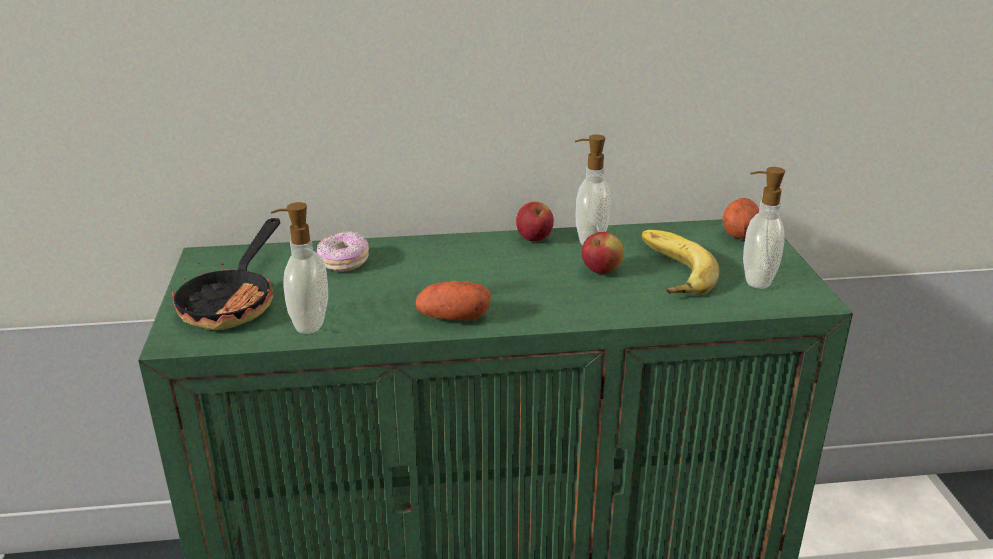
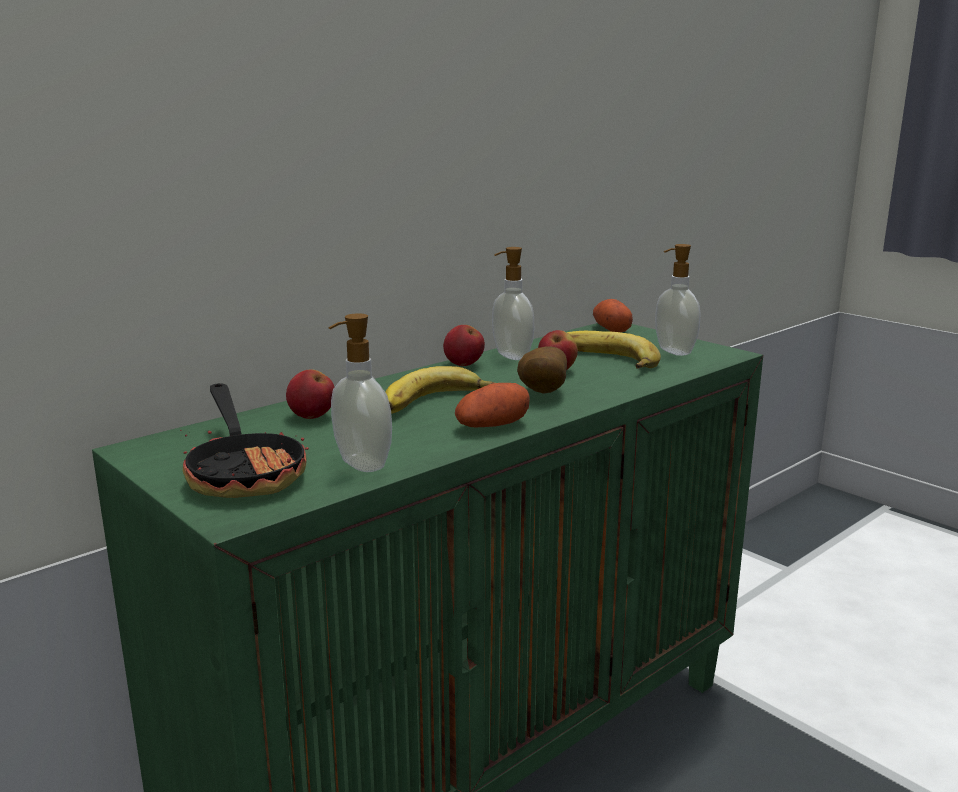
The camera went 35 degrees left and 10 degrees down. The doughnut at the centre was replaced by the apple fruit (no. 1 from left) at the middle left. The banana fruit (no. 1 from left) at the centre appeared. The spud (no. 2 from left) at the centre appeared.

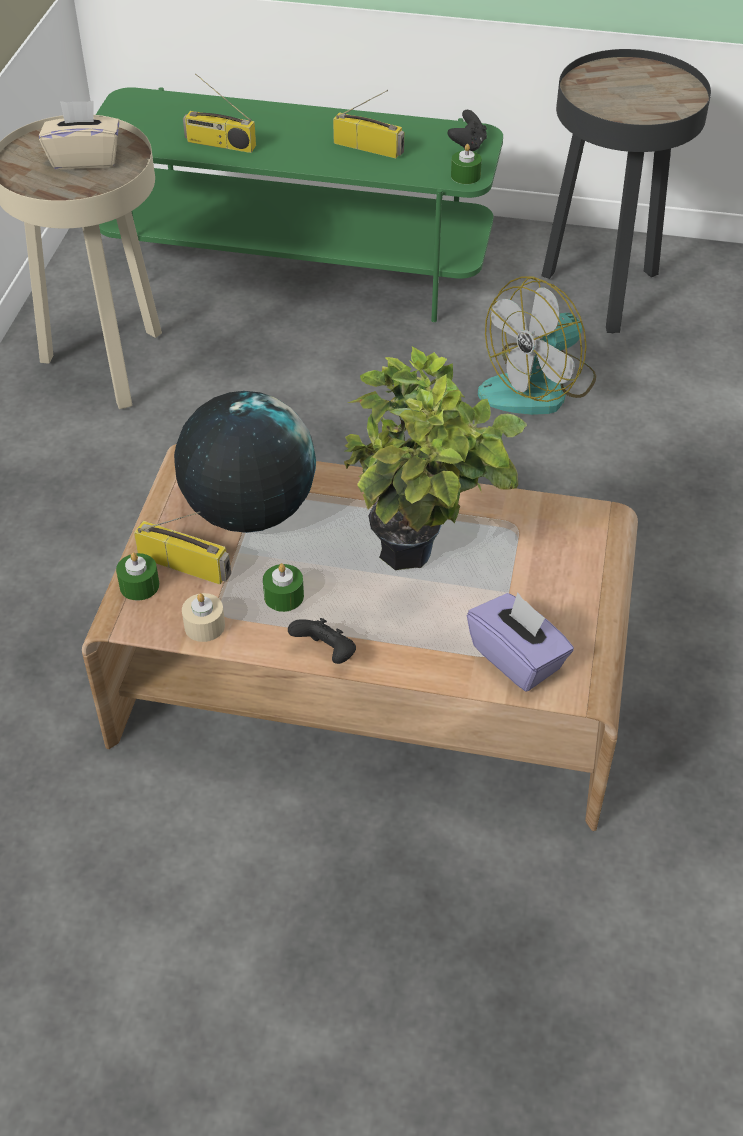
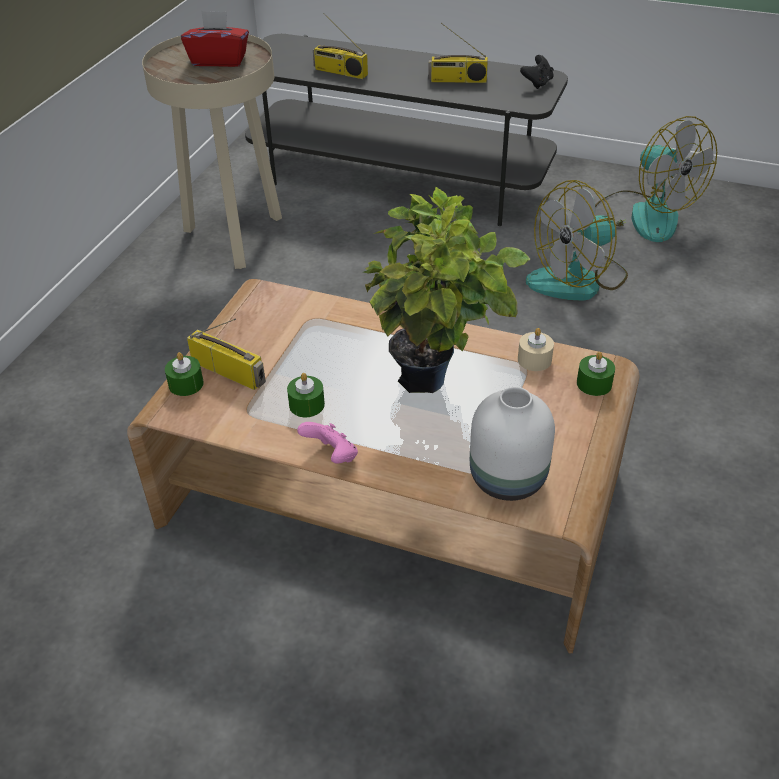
The camera went 10 degrees right and 5 degrees down. The box of tissues in beige at the top left became the box of tissues in red at the top left. The media console in green at the top centre became the media console in grey at the top centre. The globe at the middle left disappeared. The candle in beige moved from the middle left to the middle right. The game controller in black-coloured (no. 1 from left) at the centre became the game controller in pink at the centre. The radio receiver (no. 3 from left) at the top centre turned 150 degrees clockwise. The candle in green (no. 3 from left) moved from the top centre to the middle right. The box of tissues in purple-coloured at the middle right was replaced by the decorative vase in white at the centre. The end table in black-coloured at the top right was replaced by the electric fan (no. 2 from left) at the top right.

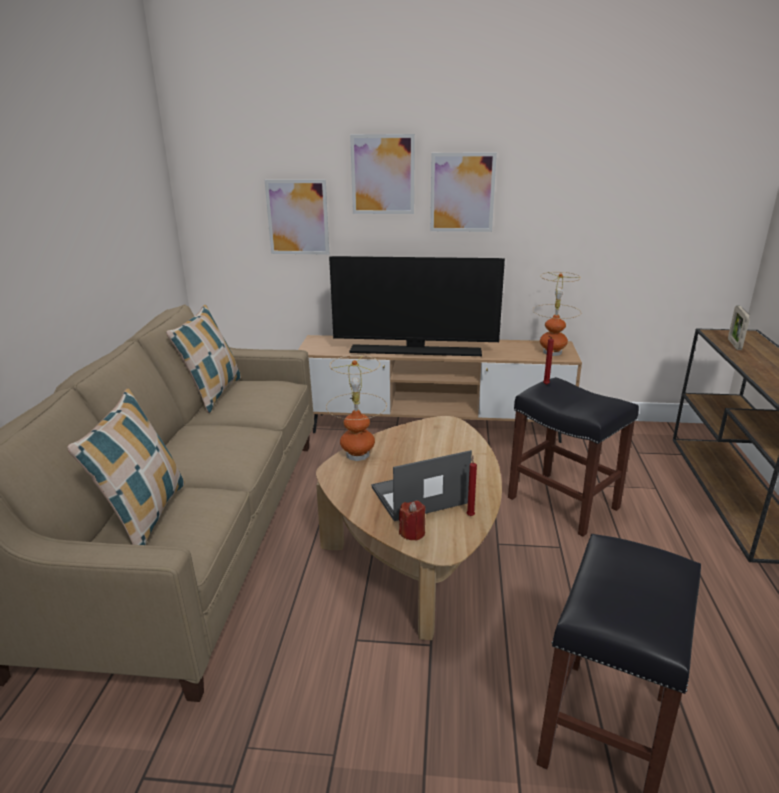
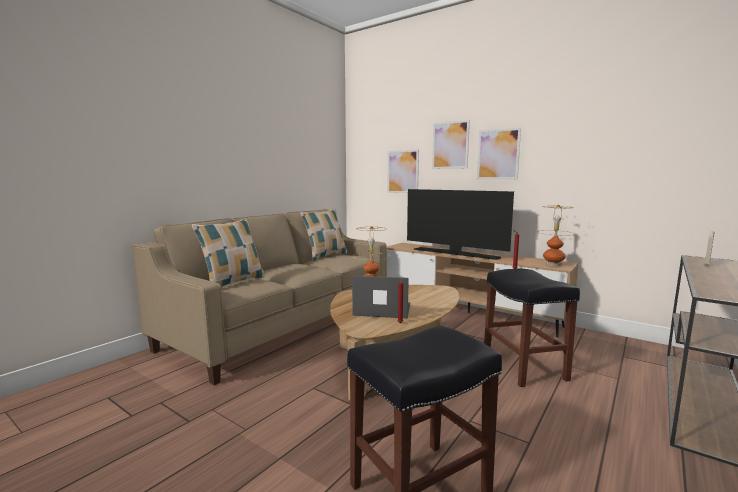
The camera went 30 degrees right and 15 degrees down. The candle in red (no. 1 from left) at the centre disappeared.

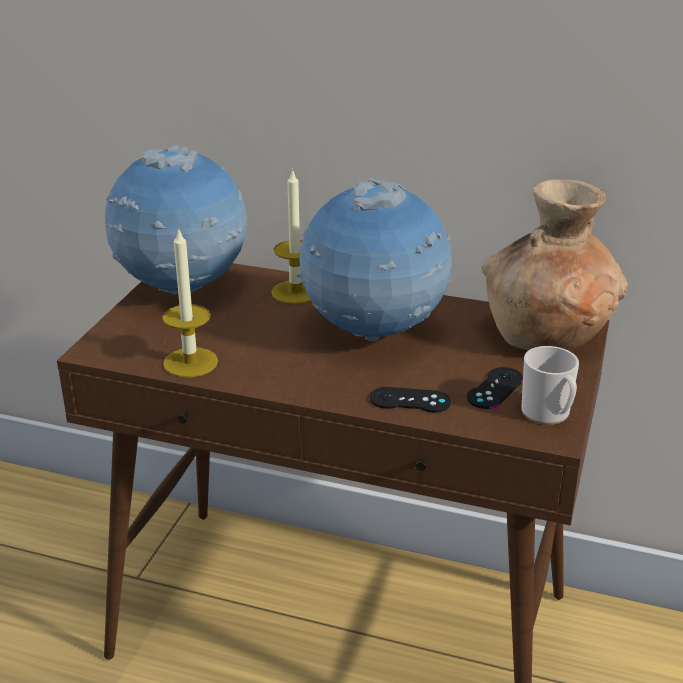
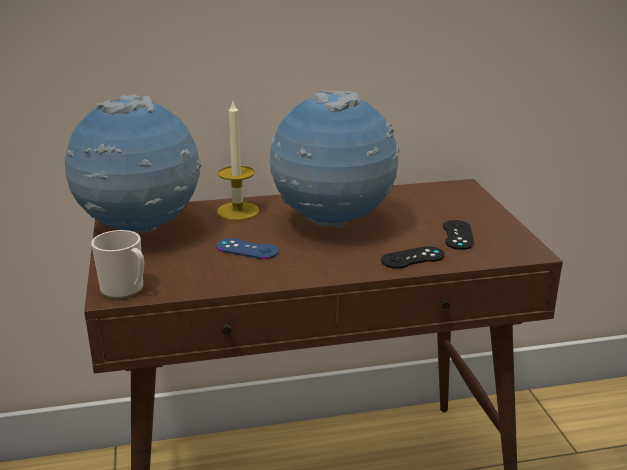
The camera went 30 degrees left and 5 degrees down. The candle (no. 1 from left) at the middle left disappeared. The decorative vase in brown-coloured at the middle right disappeared. The mug moved from the middle right to the middle left. The game controller in blue-coloured at the centre appeared.

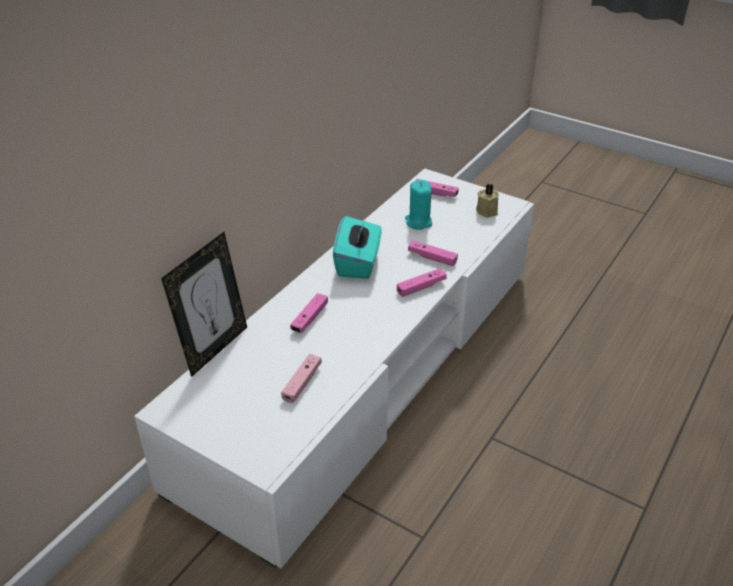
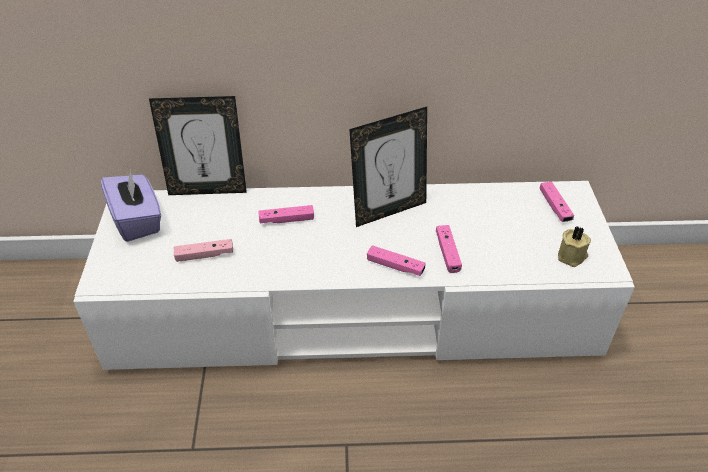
The camera went 55 degrees right and 5 degrees up. The box of tissues in turquoise-coloured at the centre was replaced by the photo frame (no. 2 from left) at the centre. The candle in turquoise-coloured at the centre disappeared. The box of tissues in purple-coloured at the middle left appeared.

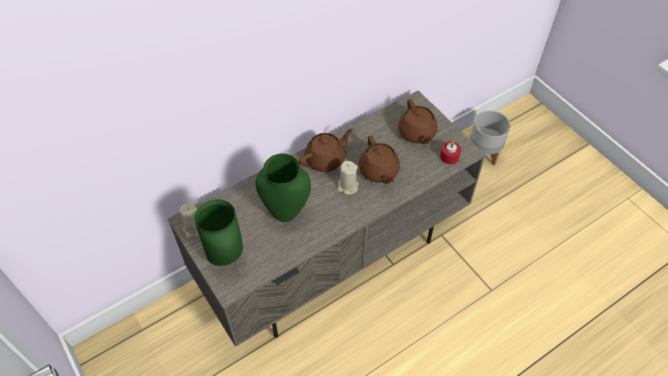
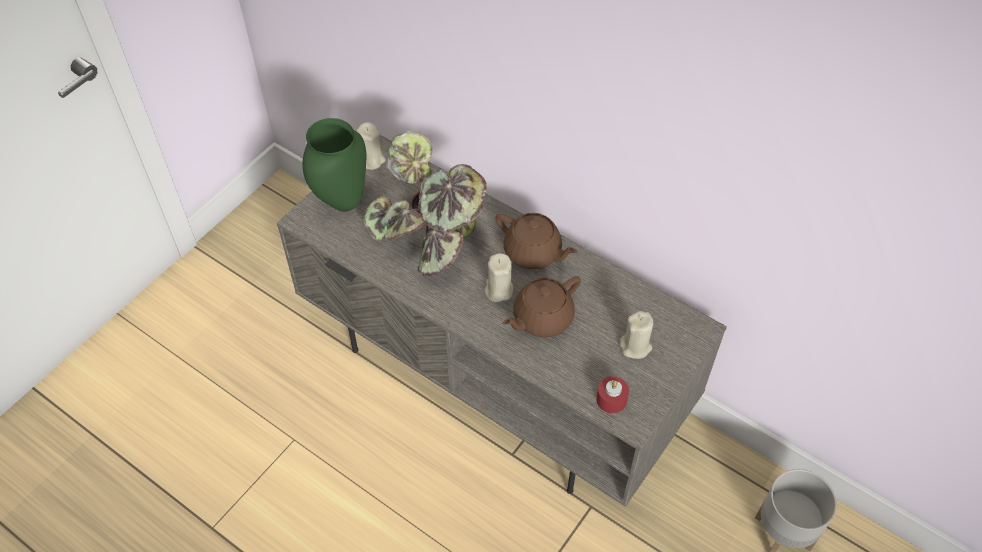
The camera went 70 degrees right and 0 degrees up. The decorative vase in green (no. 2 from left) at the centre was replaced by the potted plant at the centre. The tea pot in brown-coloured (no. 3 from left) at the top centre was replaced by the candle in beige (no. 3 from left) at the centre.

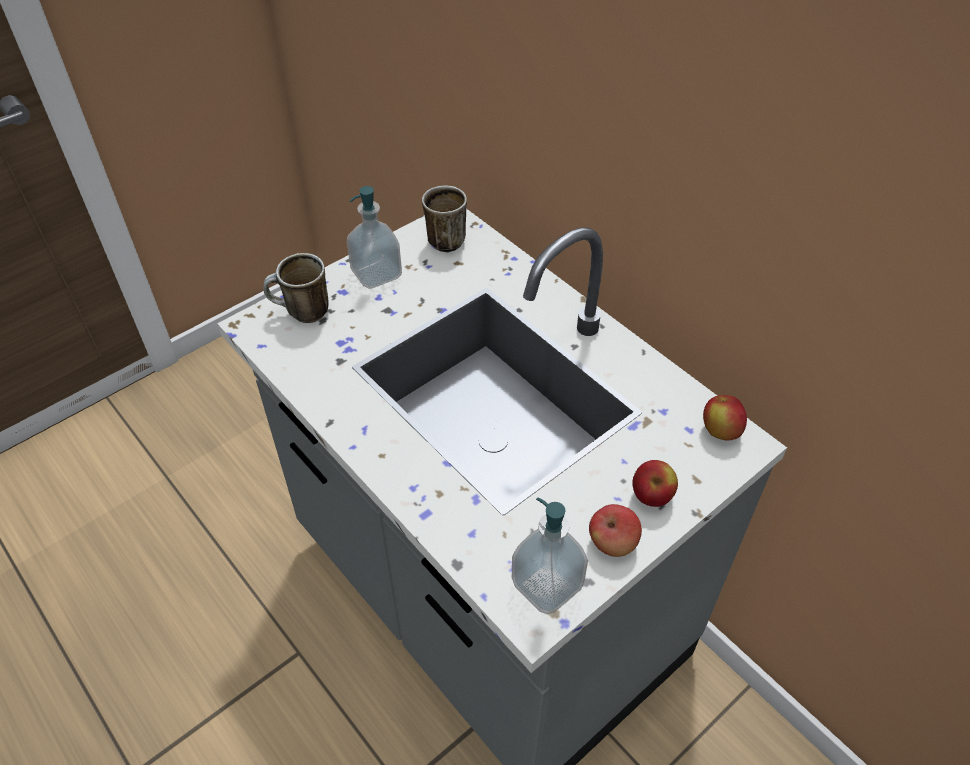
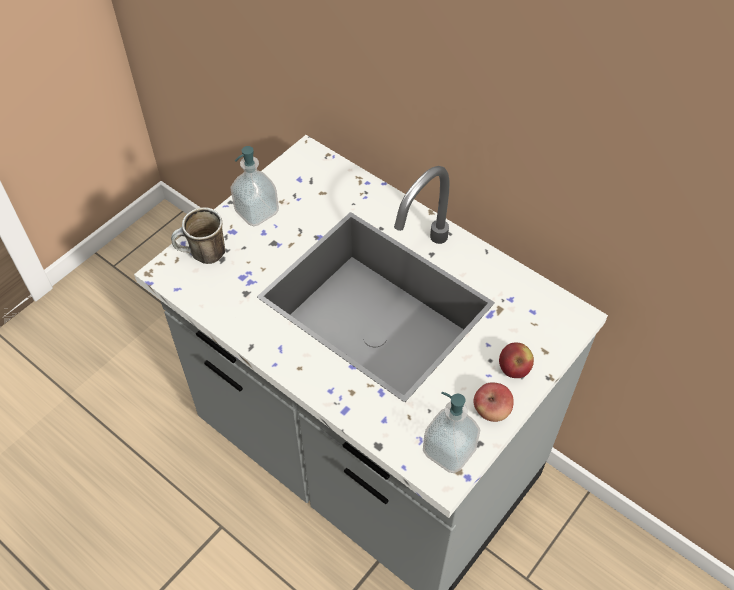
The camera went 10 degrees left and 5 degrees up. The mug (no. 2 from left) at the top centre disappeared. The apple fruit (no. 3 from left) at the middle right disappeared.

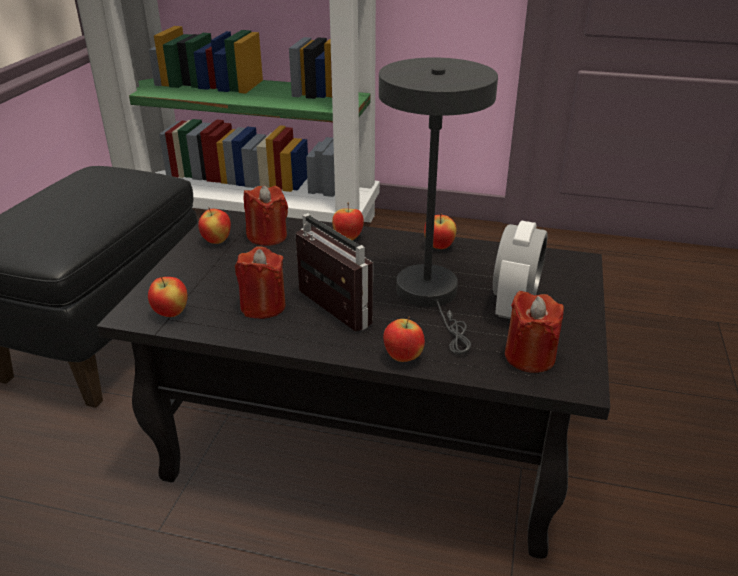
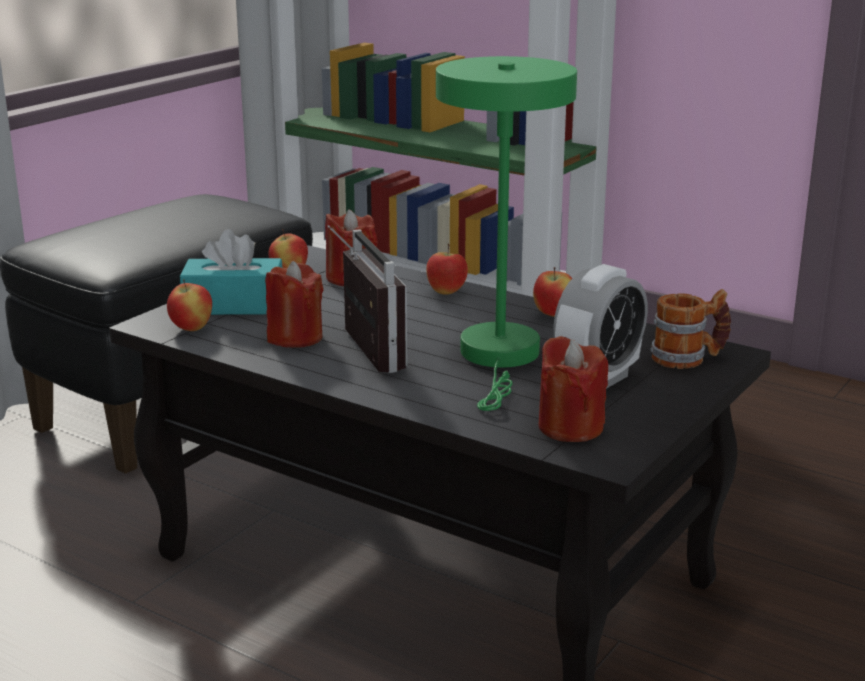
The camera went 20 degrees right and 10 degrees down. The table lamp in grey at the centre became the table lamp in green at the centre. The apple fruit (no. 4 from left) at the centre disappeared. The box of tissues in turquoise-coloured at the middle left appeared. The mug at the middle right appeared.

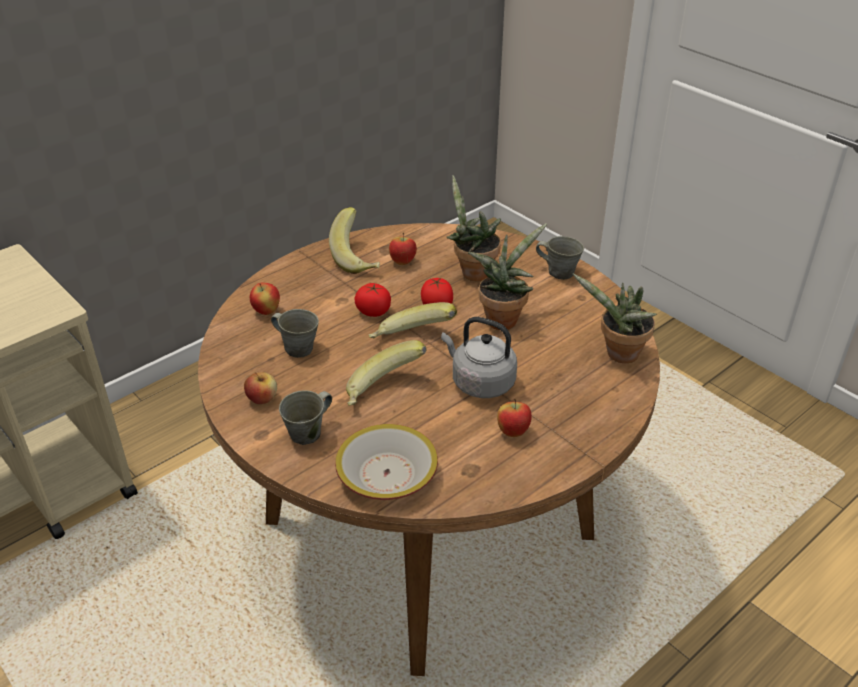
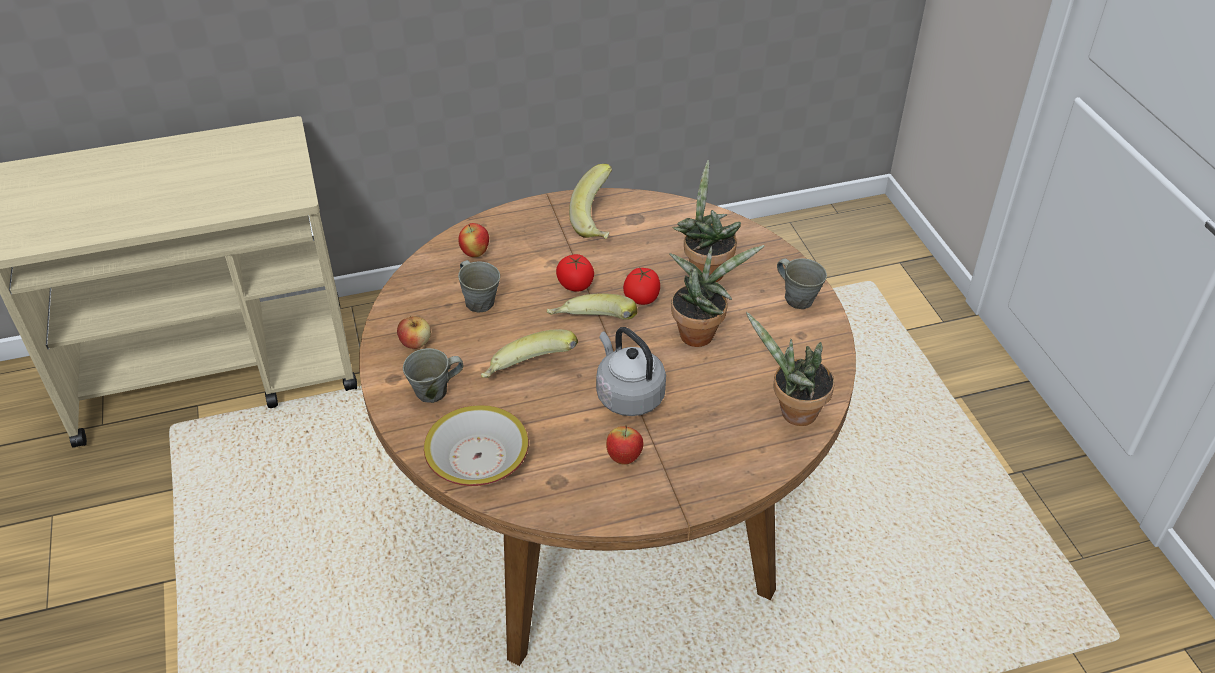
The camera went 25 degrees right and 5 degrees up. The apple fruit (no. 3 from left) at the centre disappeared.

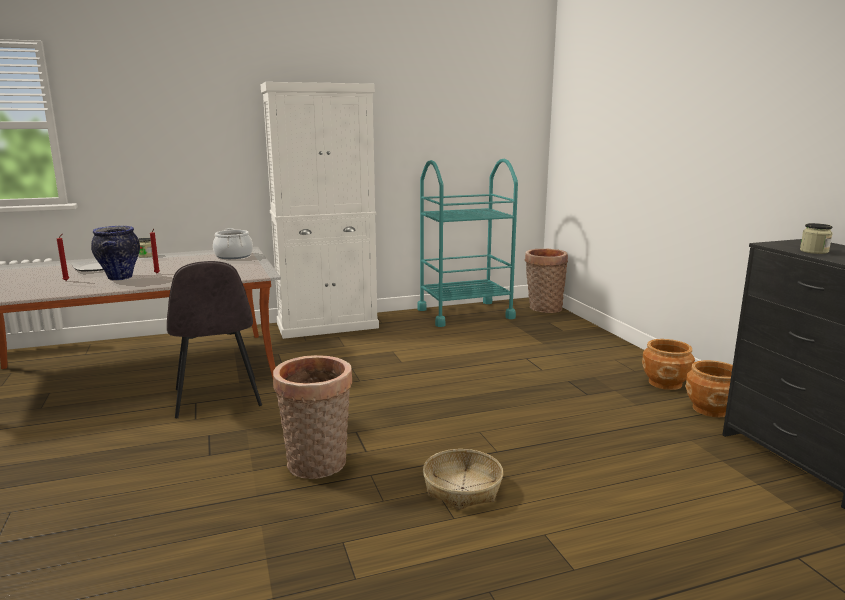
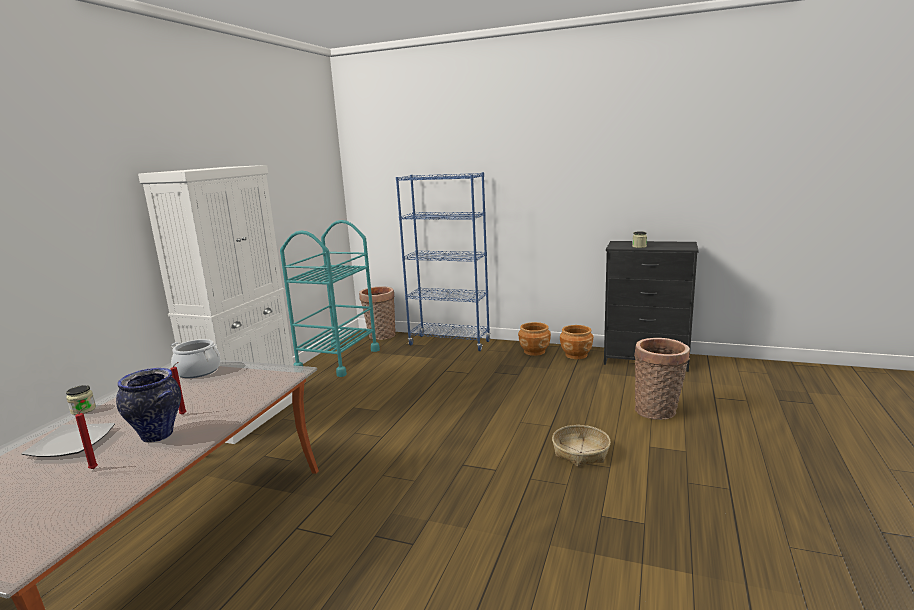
The camera went 50 degrees left and 0 degrees up. The plain chair in grey at the middle left disappeared. The basket (no. 1 from left in the first image) moved from the bottom centre to the middle right. The bookcase in blue-coloured at the centre appeared.

